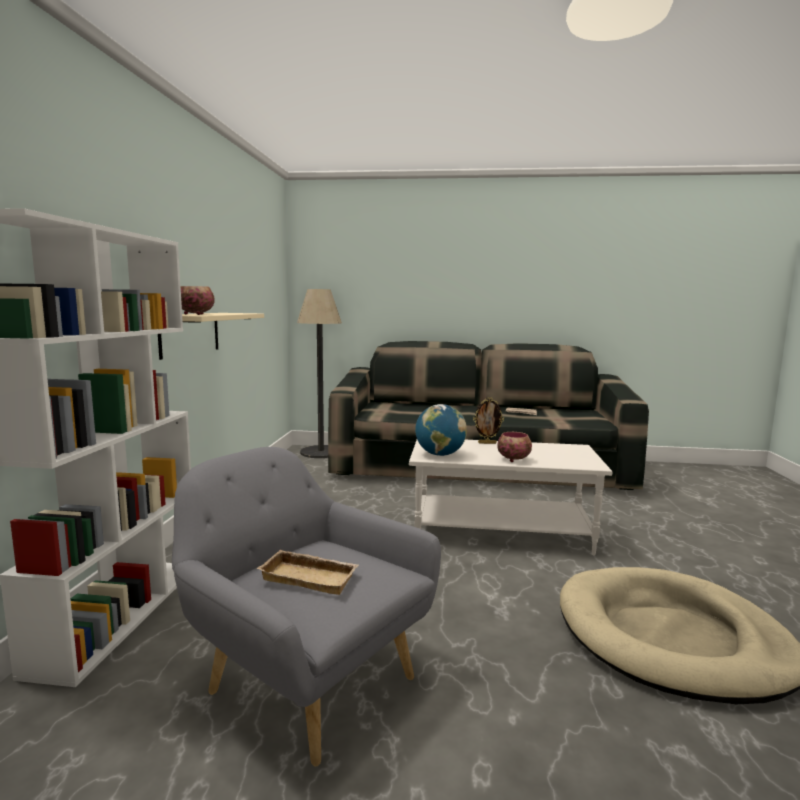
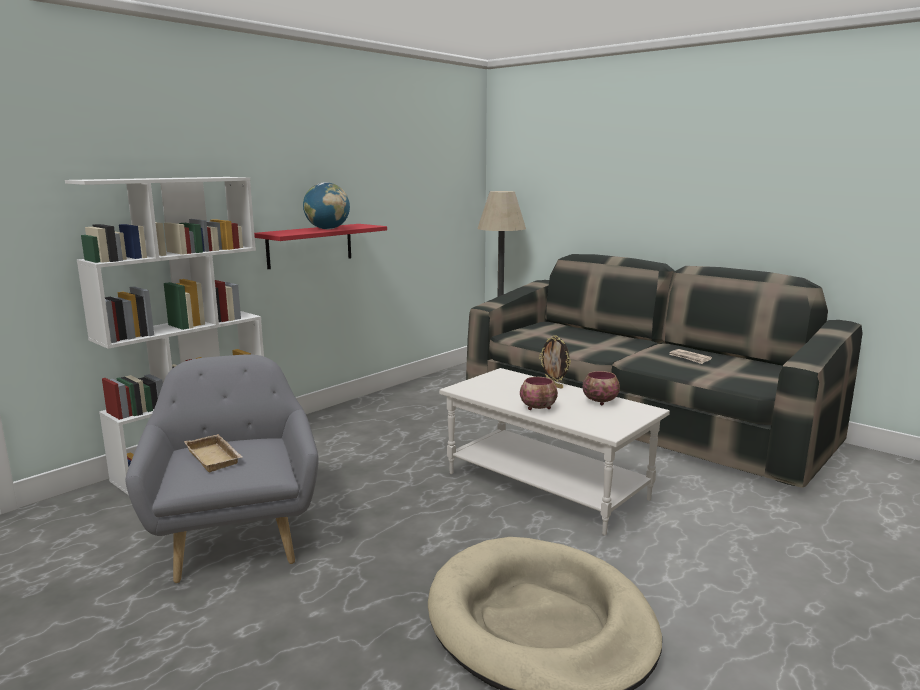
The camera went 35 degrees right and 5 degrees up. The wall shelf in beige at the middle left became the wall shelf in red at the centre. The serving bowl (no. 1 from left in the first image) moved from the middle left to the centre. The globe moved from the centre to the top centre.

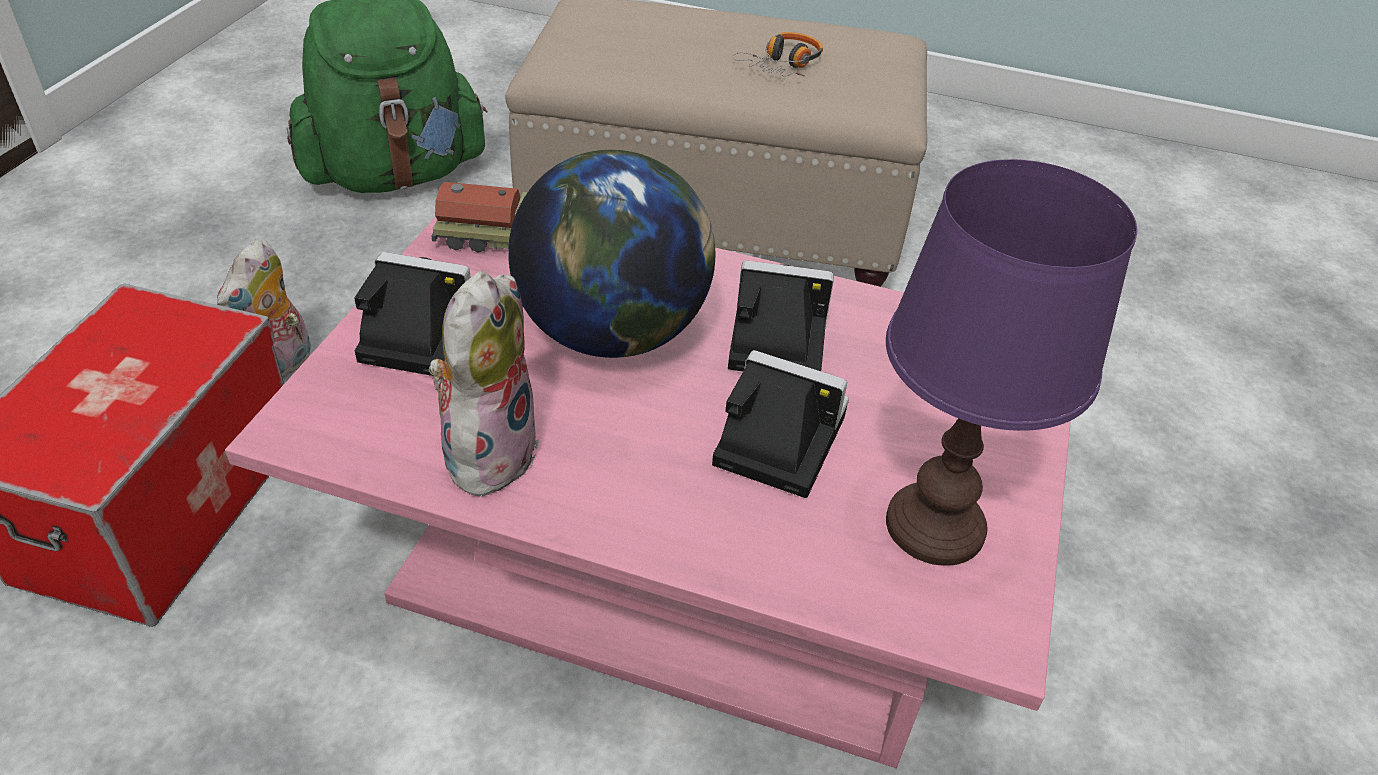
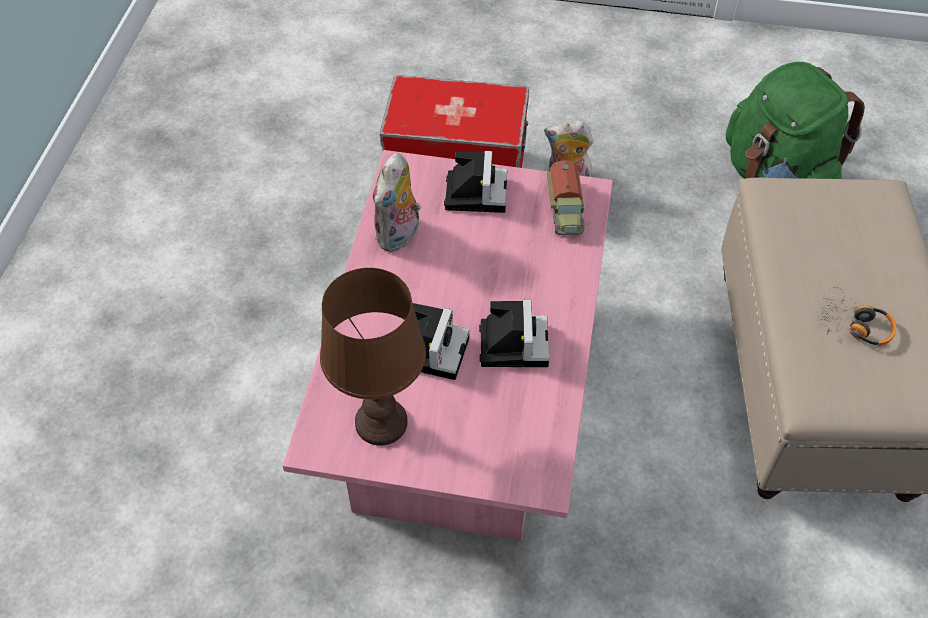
The camera went 85 degrees right and 10 degrees up. The soft toy (no. 2 from left in the first image) at the centre turned 105 degrees clockwise. The globe at the top centre disappeared. The table lamp in purple-coloured at the middle right became the table lamp in brown-coloured at the centre.

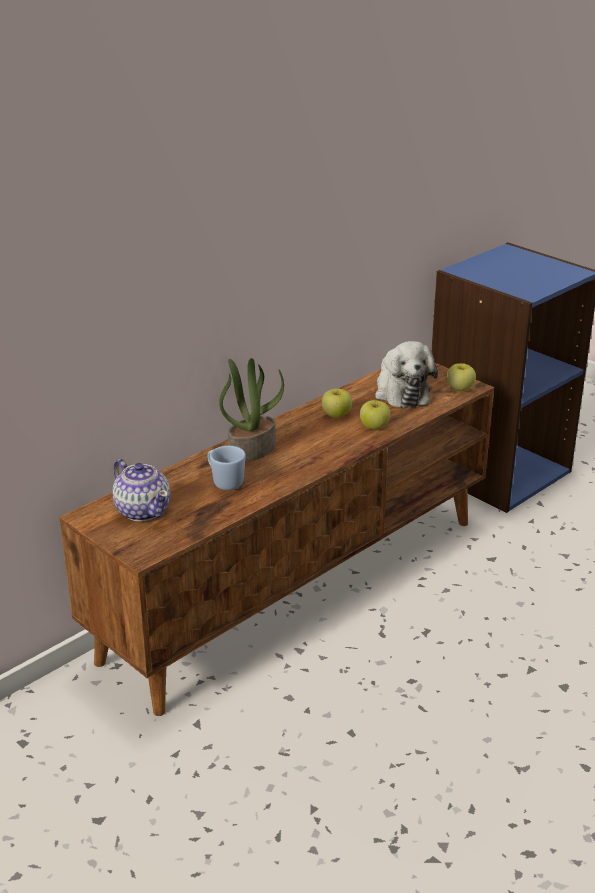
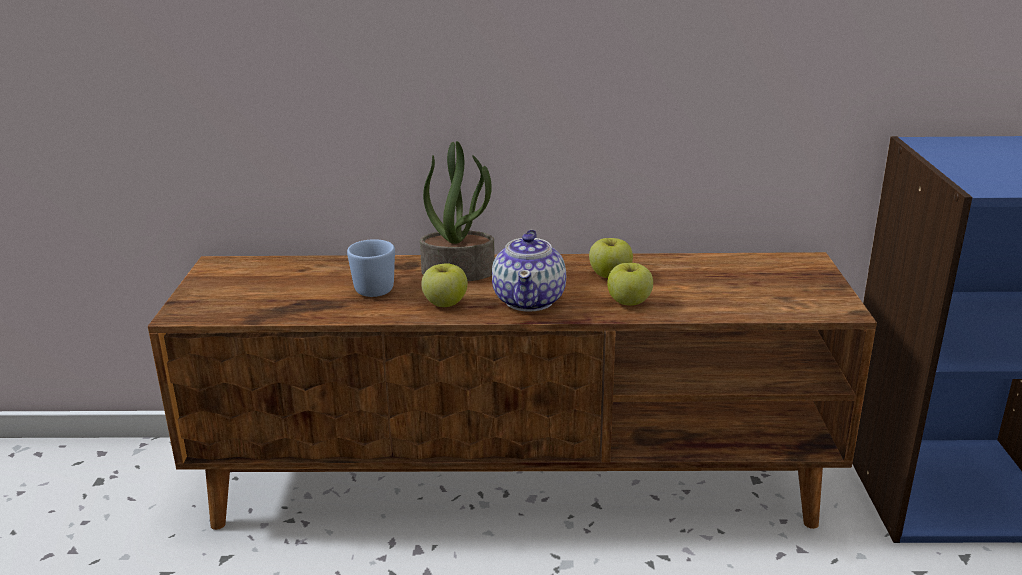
The camera went 45 degrees right and 5 degrees down. The tea pot moved from the middle left to the centre. The soft toy at the middle right disappeared. The apple fruit (no. 3 from left in the first image) moved from the middle right to the centre.

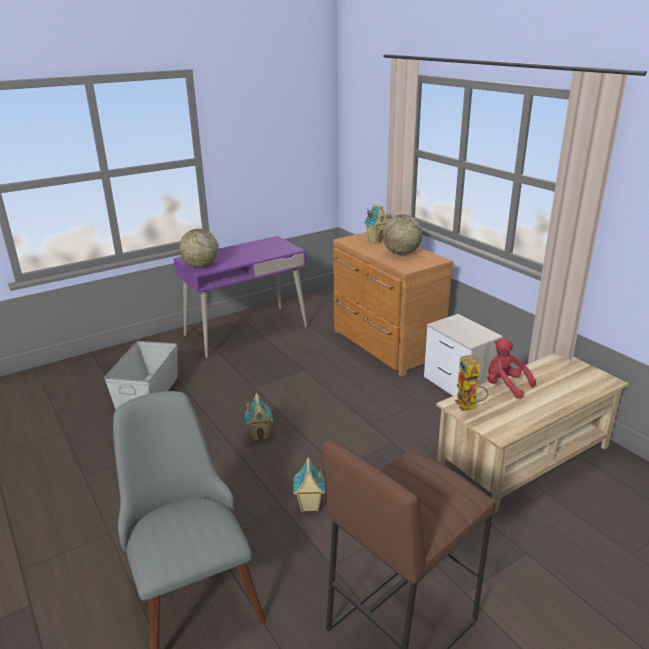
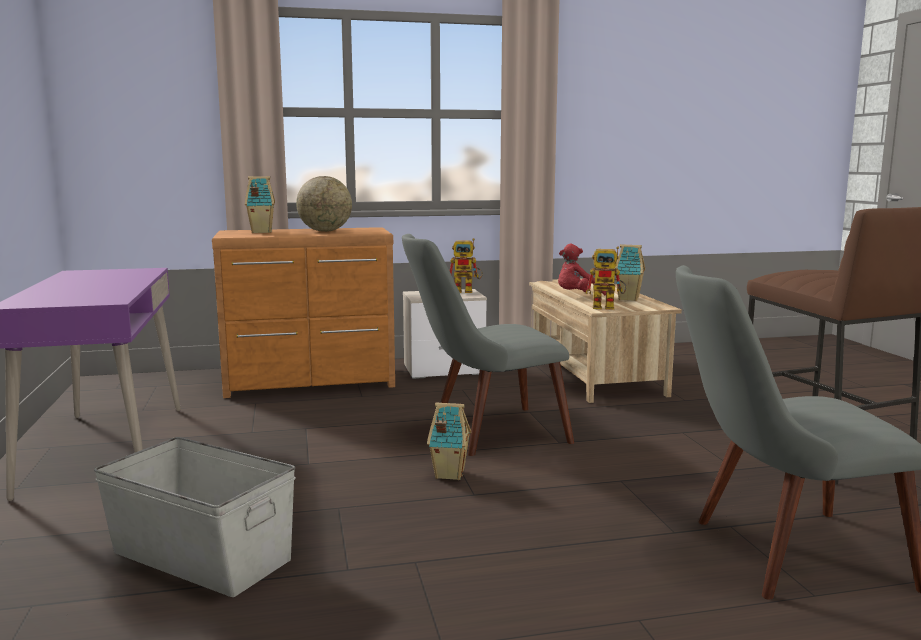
The camera went 70 degrees left and 15 degrees down. The globe (no. 1 from left) at the middle left disappeared. The model house (no. 2 from left in the first image) moved from the bottom centre to the middle right. The plain chair in grey (no. 1 from left) at the centre appeared. The model robot (no. 1 from left) at the centre appeared.

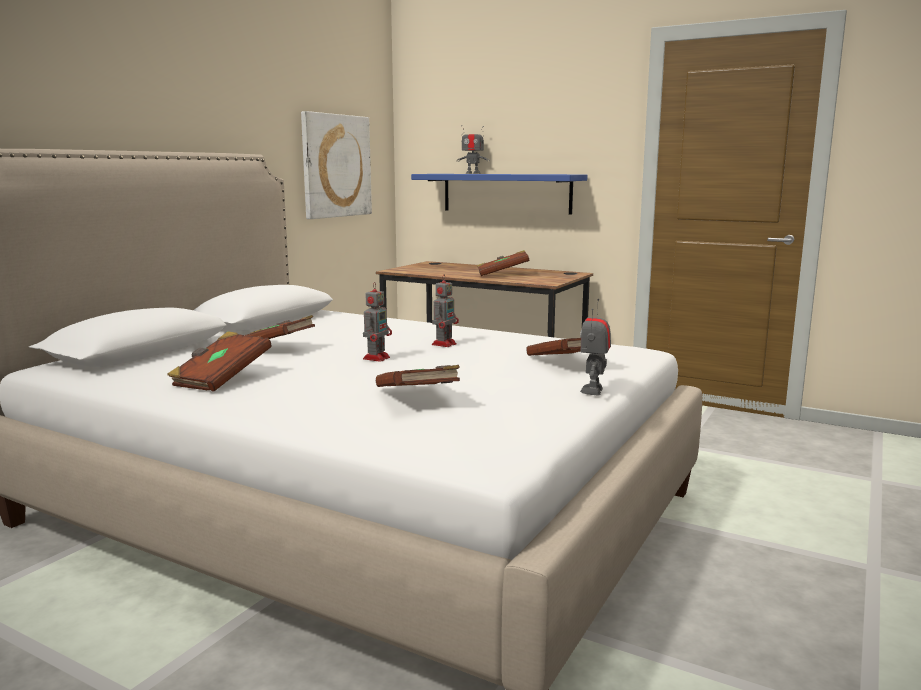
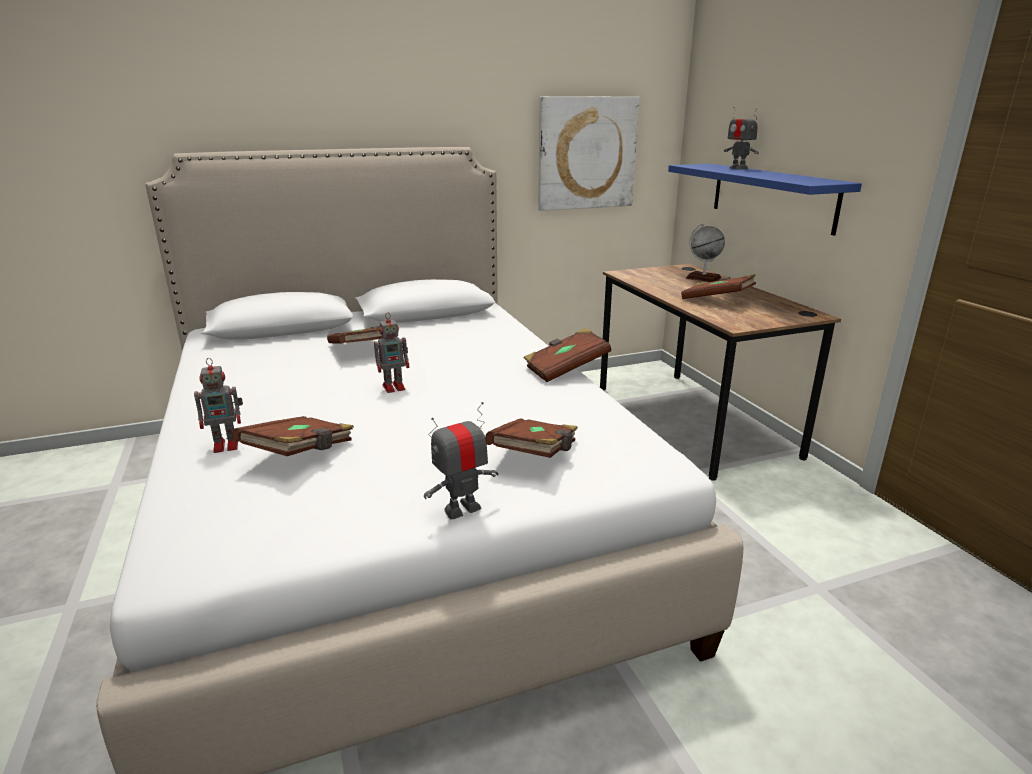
The camera went 40 degrees right and 10 degrees up. The book in brown-coloured (no. 1 from left in the first image) moved from the middle left to the centre. The model robot (no. 2 from left in the first image) moved from the centre to the middle left. The globe at the top right appeared.

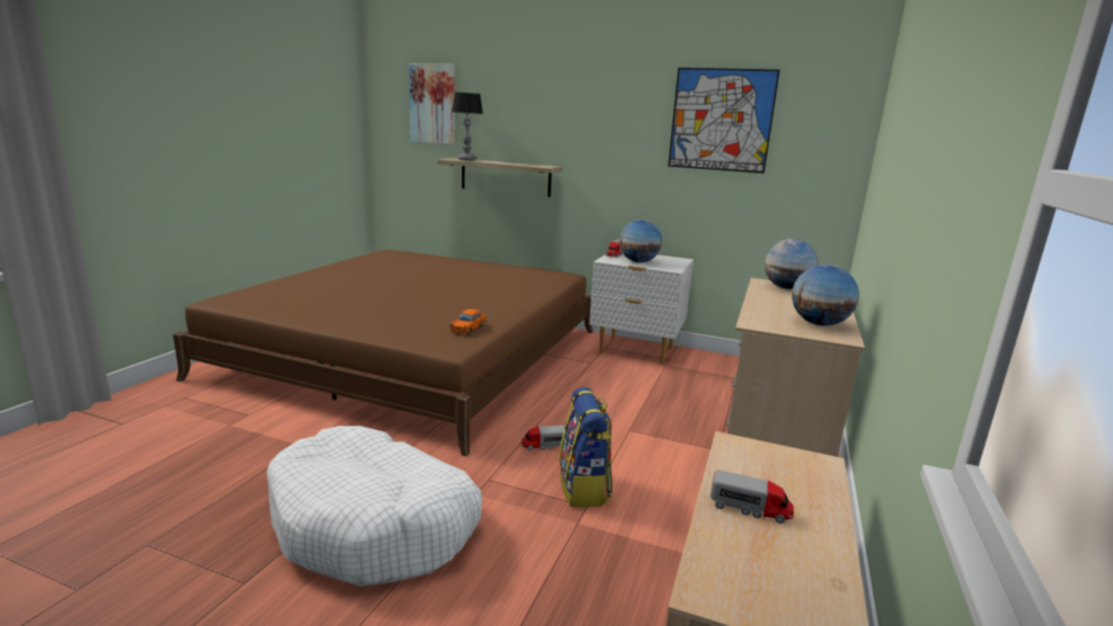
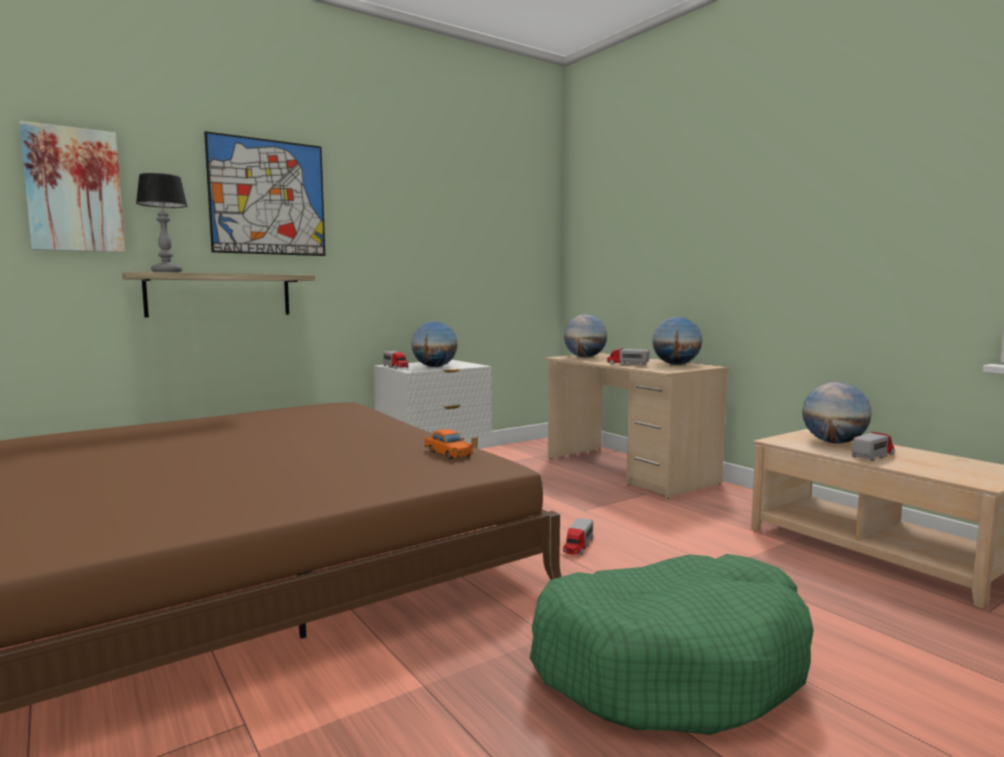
The camera went 55 degrees left and 10 degrees down. The dog bed in white at the bottom centre became the dog bed in green at the bottom right. The rucksack at the bottom centre disappeared. The wall picture (no. 2 from left) moved from the top centre to the top left. The toy lorry (no. 3 from left) at the centre appeared. The globe (no. 4 from left) at the middle right appeared.

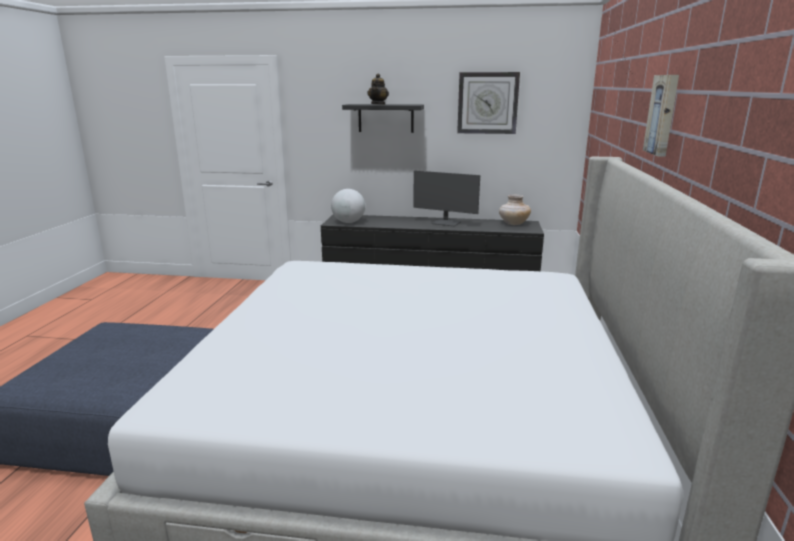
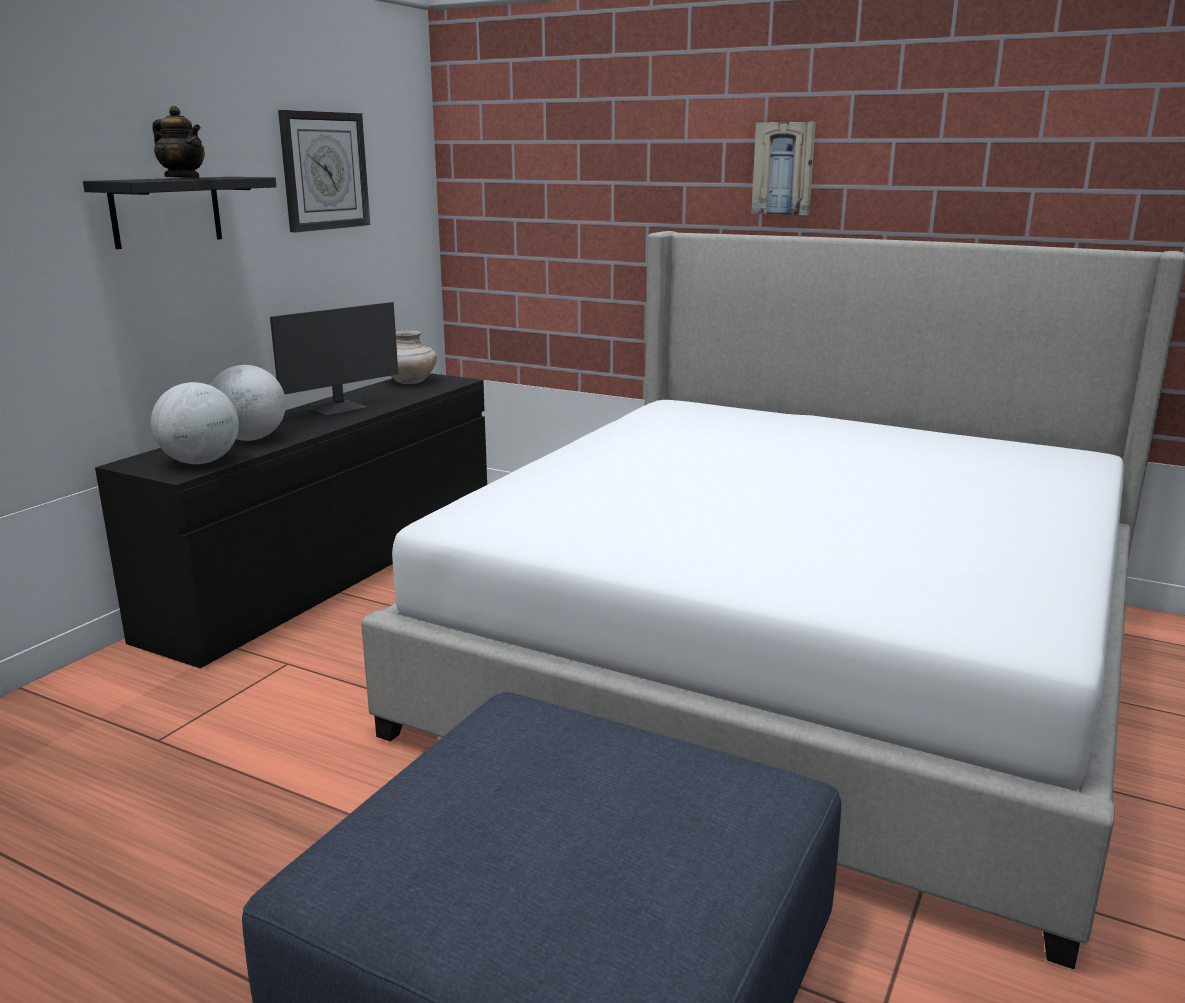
The camera went 70 degrees left and 0 degrees up. The globe (no. 2 from left) at the middle left appeared.

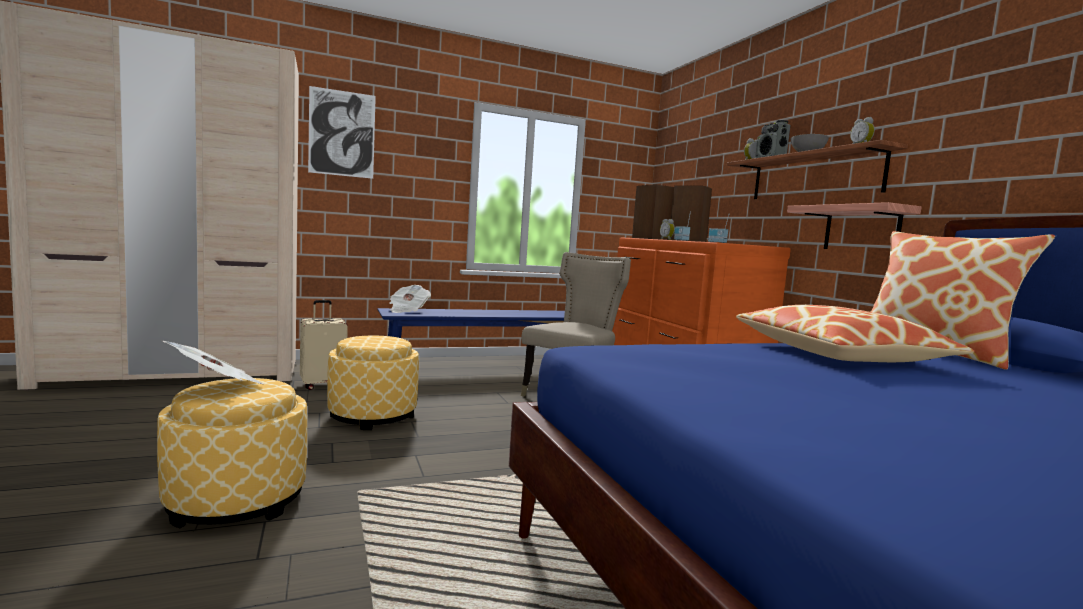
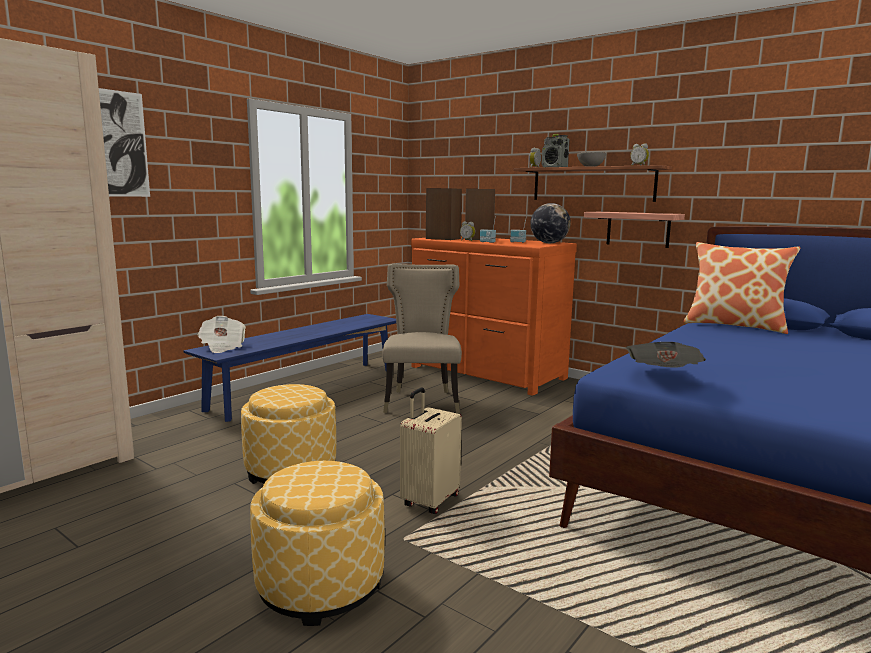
The camera went 30 degrees left and 5 degrees up. The printed paper (no. 1 from left in the first image) moved from the middle left to the middle right. The suitcase in beige moved from the middle left to the bottom centre. The throw pillow (no. 1 from left) at the middle right disappeared. The globe at the centre appeared.

